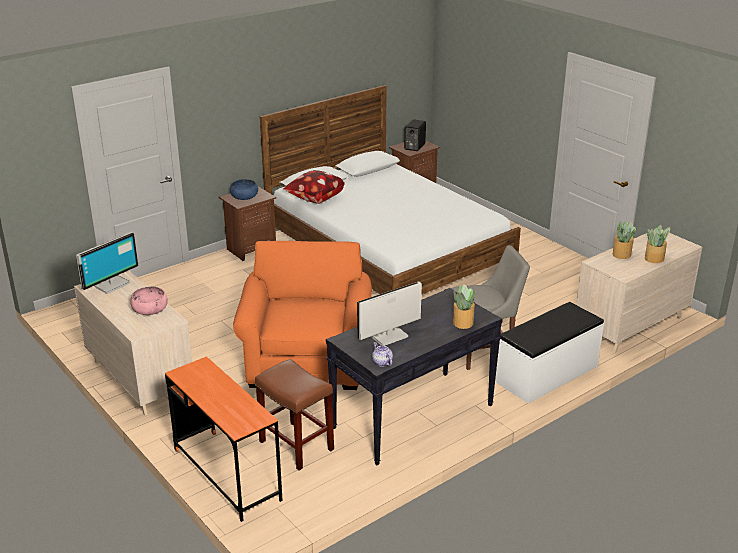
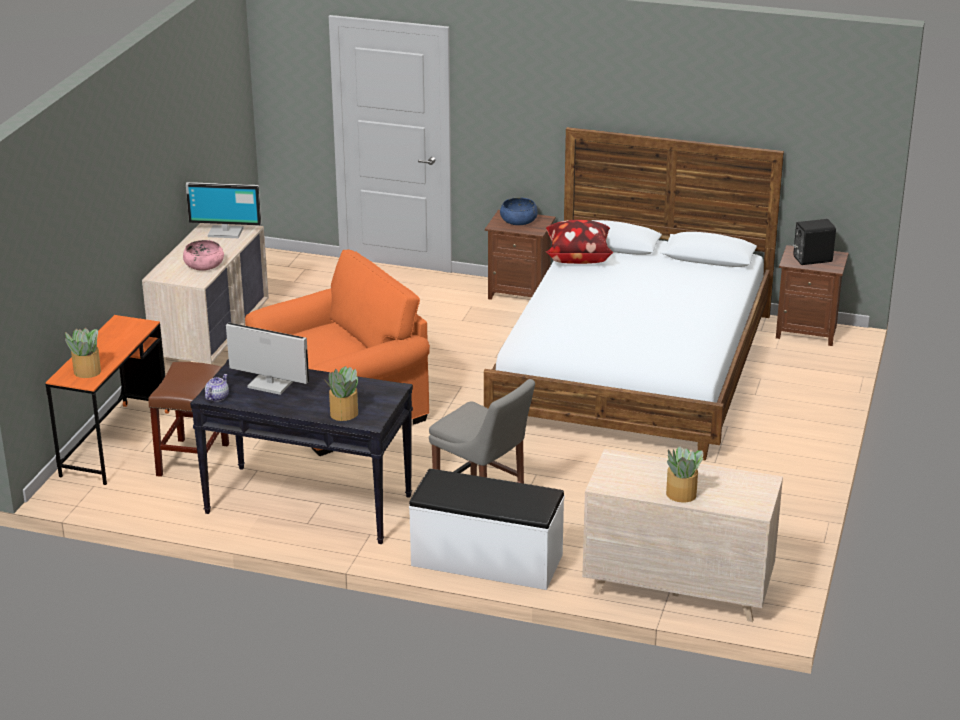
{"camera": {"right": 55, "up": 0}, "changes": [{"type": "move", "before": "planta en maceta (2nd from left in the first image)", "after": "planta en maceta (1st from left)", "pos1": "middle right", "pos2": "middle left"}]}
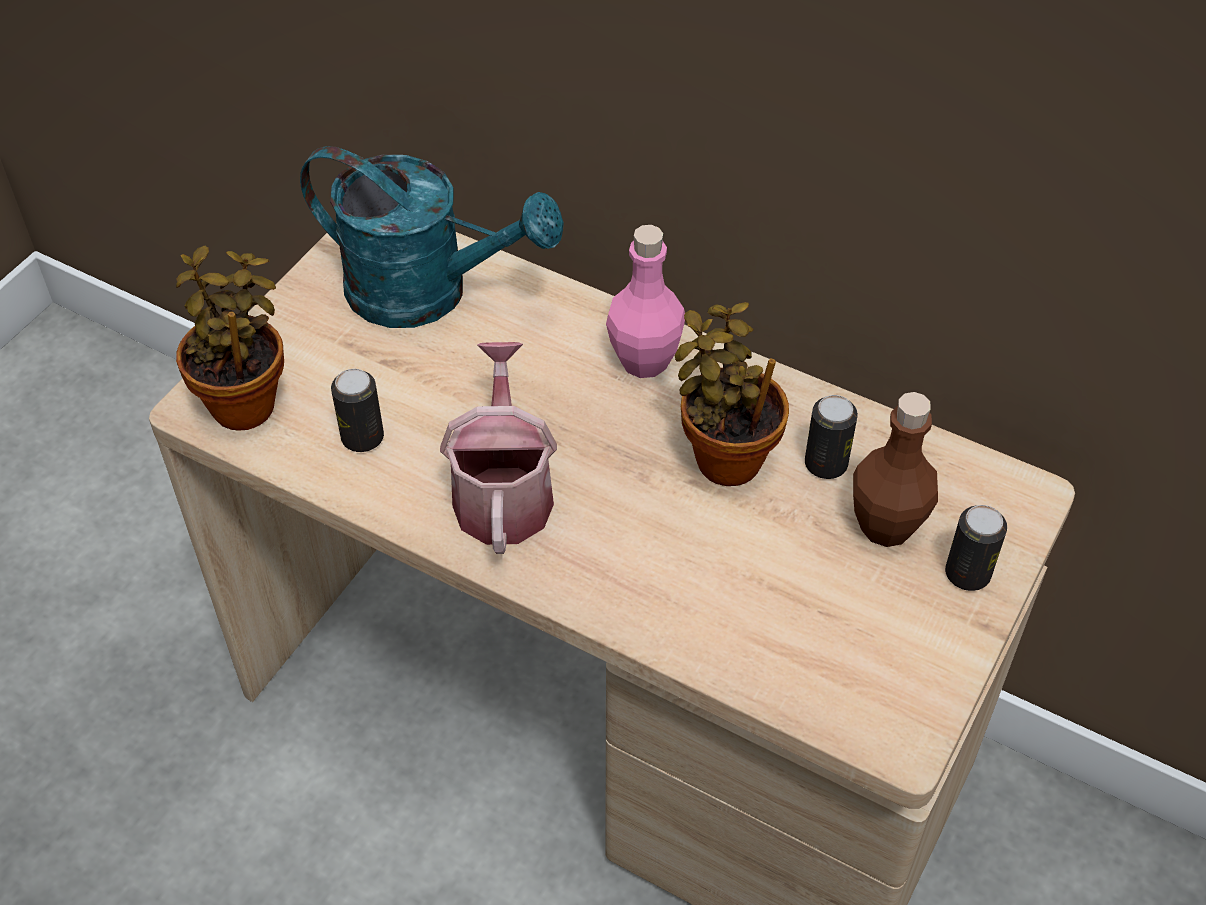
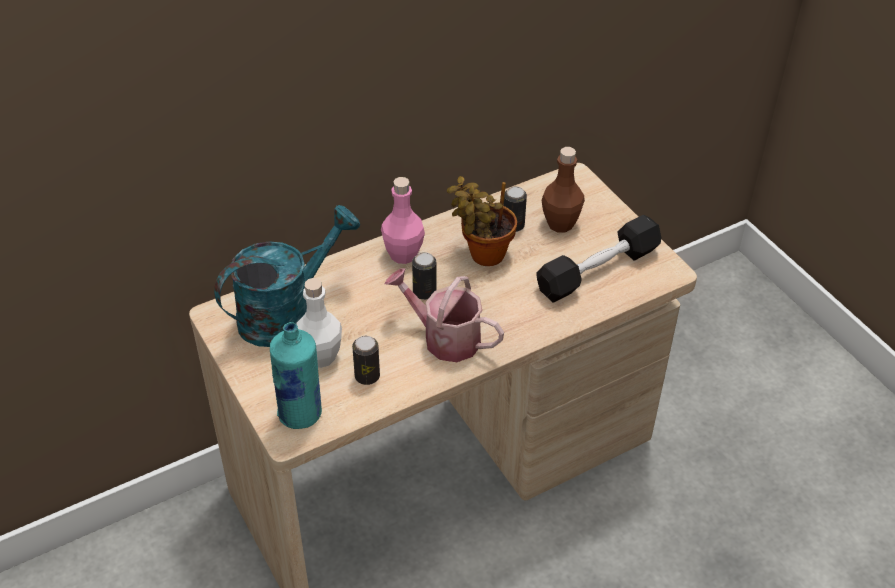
{"camera": {"right": -60, "up": -5}, "changes": [{"type": "insert", "after": "botella (blanco)", "pos2": "centre"}, {"type": "insert", "after": "mancuerna (negro)", "pos2": "middle right"}, {"type": "move", "before": "lata (3rd from left in the first image)", "after": "lata (2nd from left)", "pos1": "middle right", "pos2": "centre"}, {"type": "replace", "before": "planta en maceta (1st from left)", "after": "botella (turquesa)", "pos1": "middle left", "pos2": "middle left"}]}
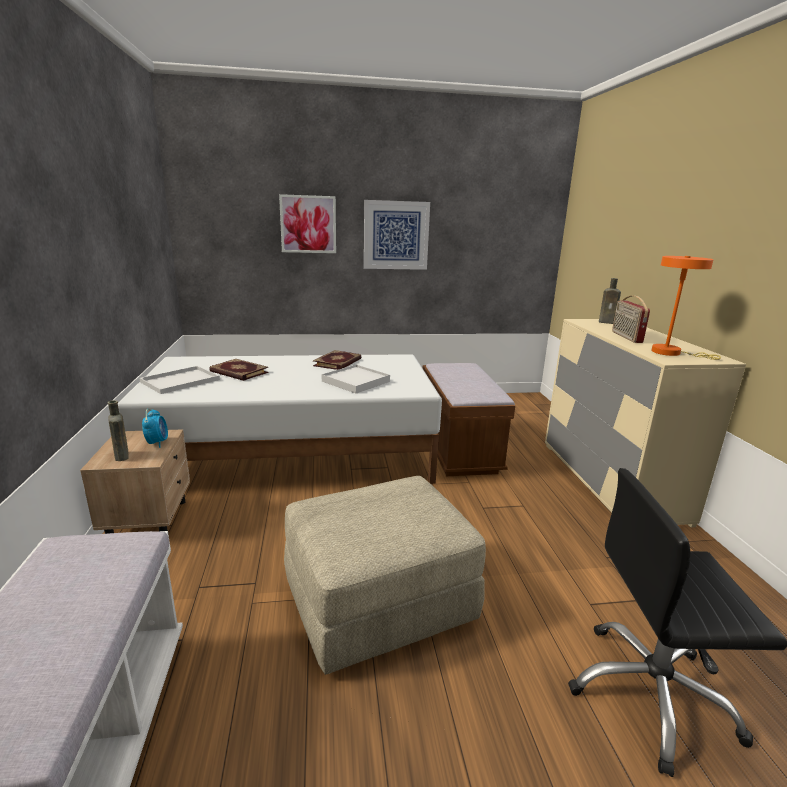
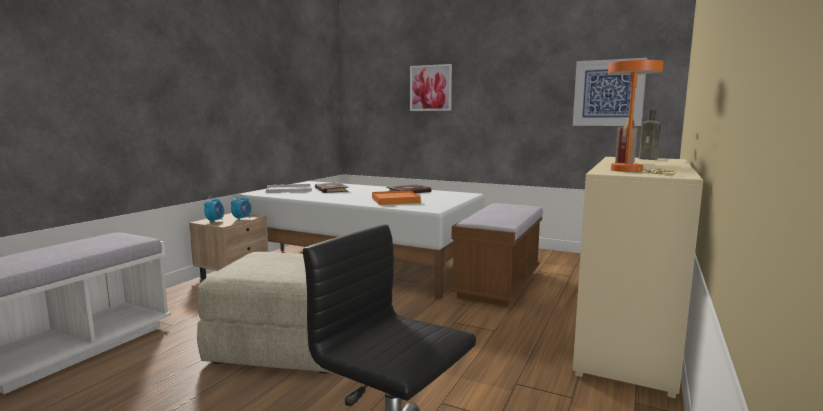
{"camera": {"right": 35, "up": -10}, "changes": [{"type": "move", "before": "cuadro (2nd from left)", "pos1": "top centre", "pos2": "top right"}, {"type": "replace", "before": "botella (marrón) (1st from left)", "after": "despertador (1st from left)", "pos1": "middle left", "pos2": "middle left"}, {"type": "recolor", "before": "bandeja (blanco) (2nd from left)", "after": "bandeja (naranja)", "pos1": "centre", "pos2": "centre"}]}
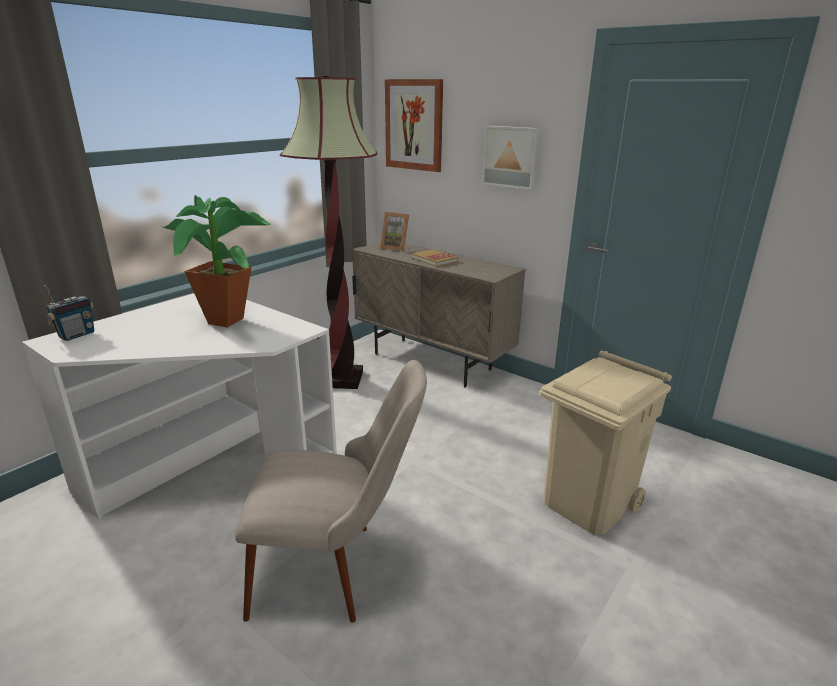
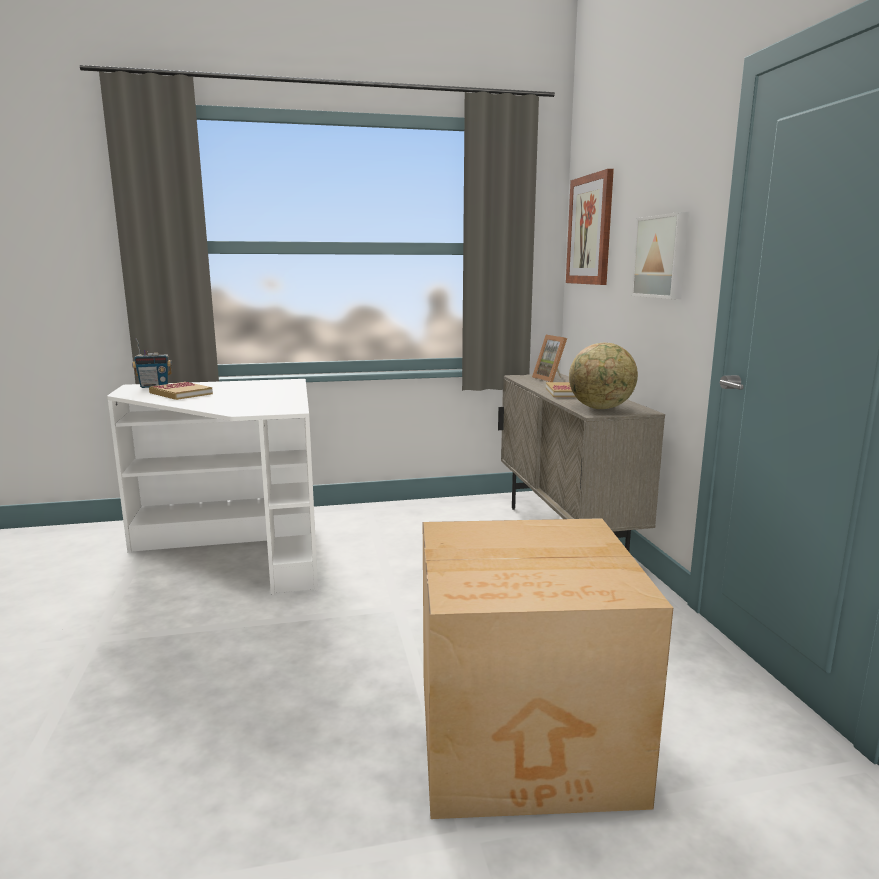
{"camera": {"right": 40, "up": -10}, "changes": [{"type": "delete", "before": "planta en maceta", "pos1": "middle left"}, {"type": "delete", "before": "silla (beis)", "pos1": "bottom centre"}, {"type": "delete", "before": "lámpara de pie", "pos1": "centre"}, {"type": "insert", "after": "libro (1st from left)", "pos2": "middle left"}, {"type": "insert", "after": "globo terráqueo", "pos2": "middle right"}, {"type": "replace", "before": "papelera (beis)", "after": "caja de cartón", "pos1": "middle right", "pos2": "bottom centre"}]}
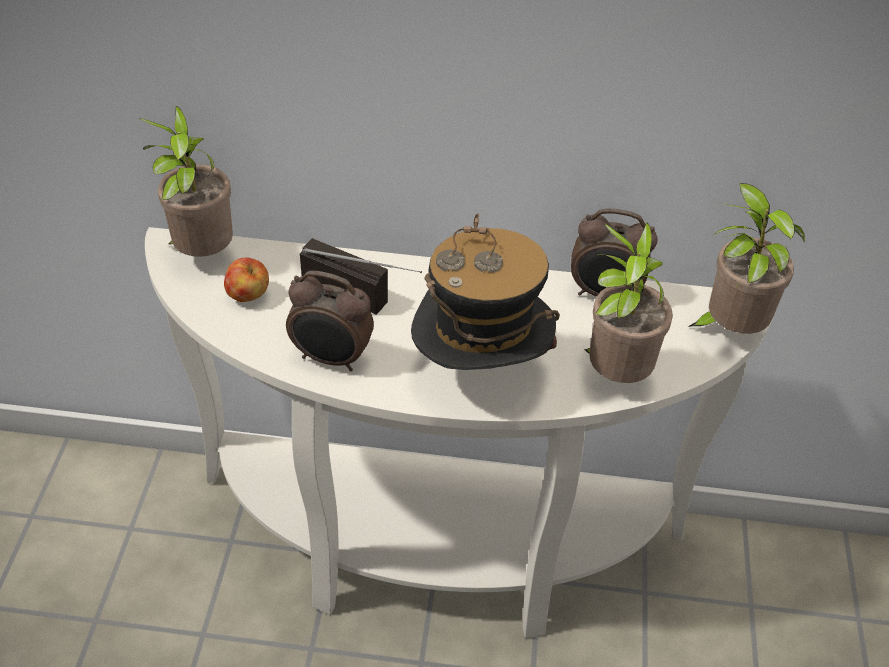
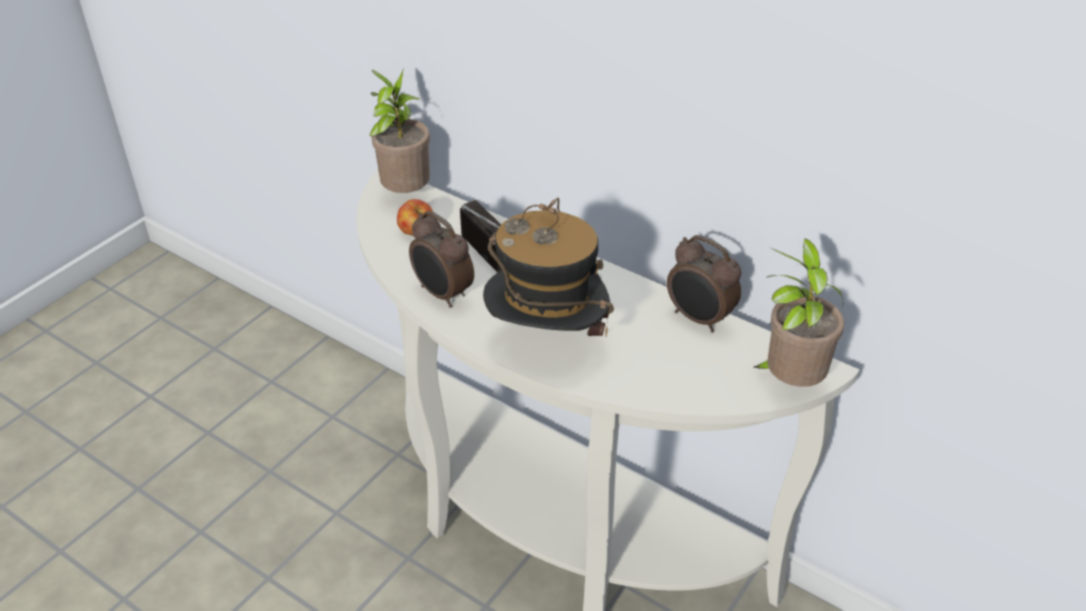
{"camera": {"right": 30, "up": -5}, "changes": [{"type": "delete", "before": "planta en maceta (2nd from left)", "pos1": "middle right"}]}
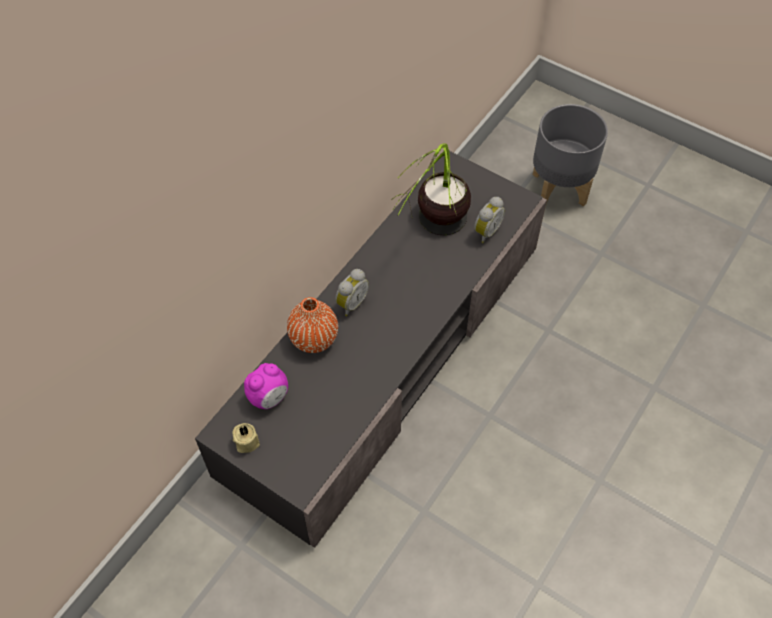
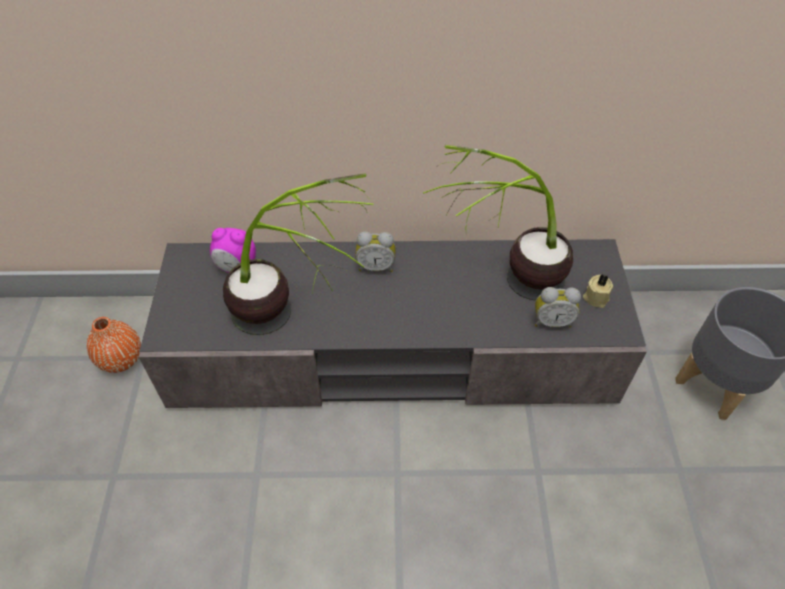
{"camera": {"right": 55, "up": -5}, "changes": [{"type": "insert", "after": "planta en maceta (1st from left)", "pos2": "centre"}, {"type": "move", "before": "vela (beis)", "pos1": "bottom left", "pos2": "middle right"}, {"type": "move", "before": "florero (naranja)", "pos1": "centre", "pos2": "middle left"}]}
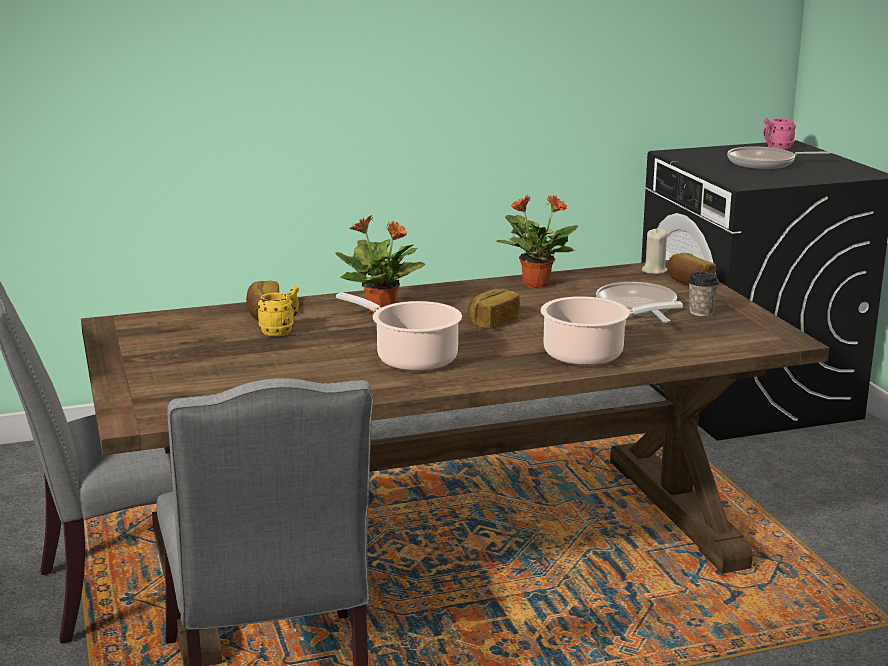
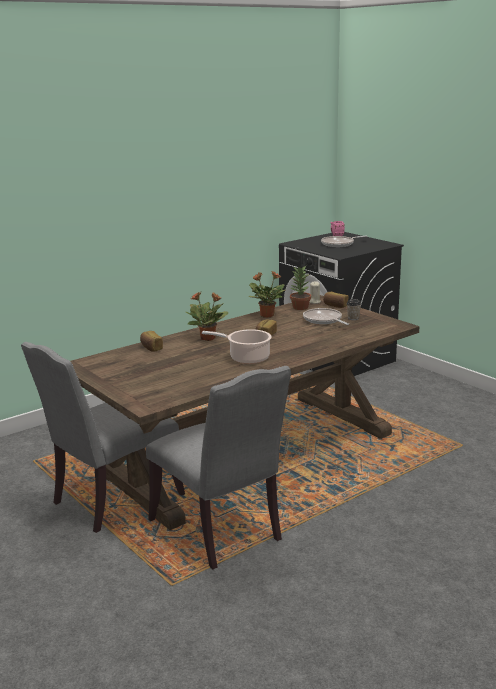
{"camera": {"right": -20, "up": 0}, "changes": [{"type": "delete", "before": "taza grande (amarillo)", "pos1": "middle left"}, {"type": "delete", "before": "olla (2nd from left)", "pos1": "middle right"}, {"type": "insert", "after": "planta en maceta (3rd from left)", "pos2": "centre"}]}
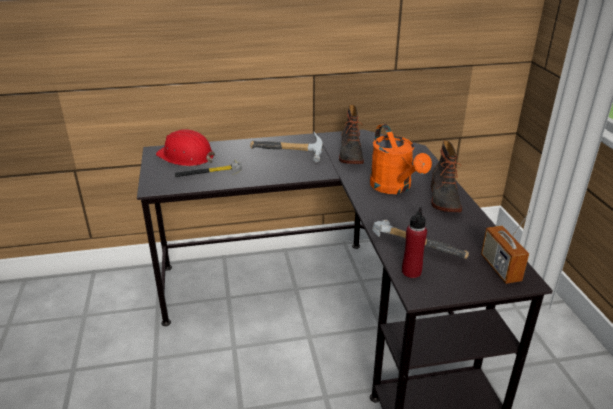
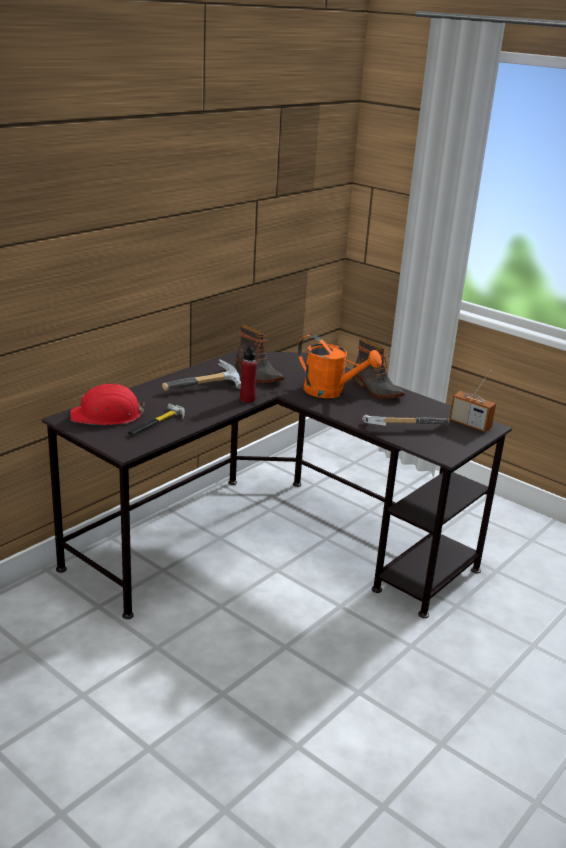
{"camera": {"right": -40, "up": -5}, "changes": [{"type": "move", "before": "botella (rojo)", "pos1": "middle right", "pos2": "centre"}]}
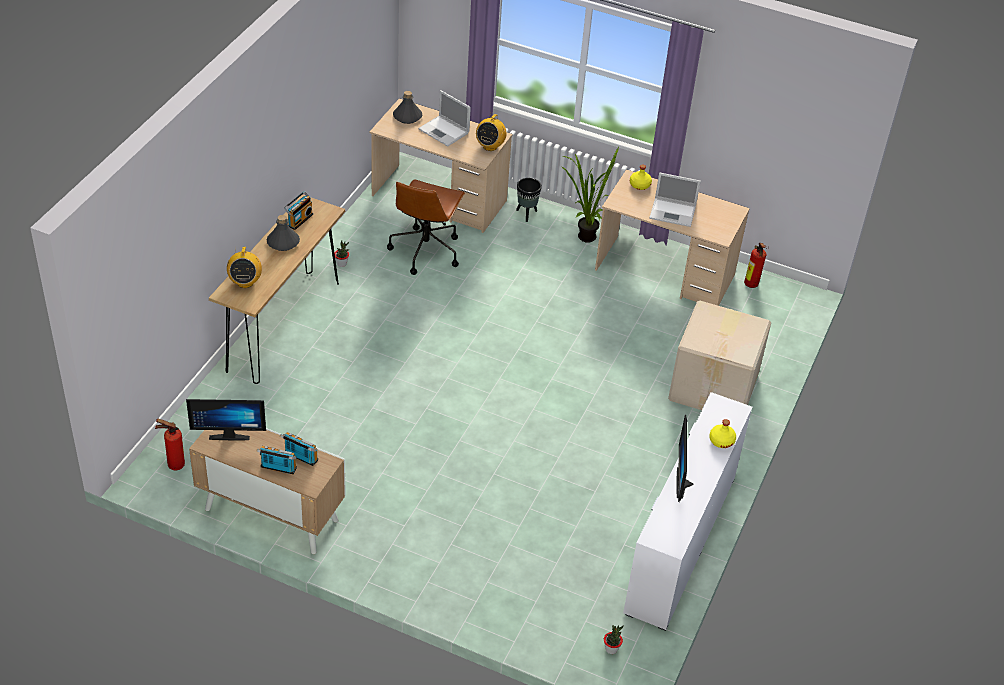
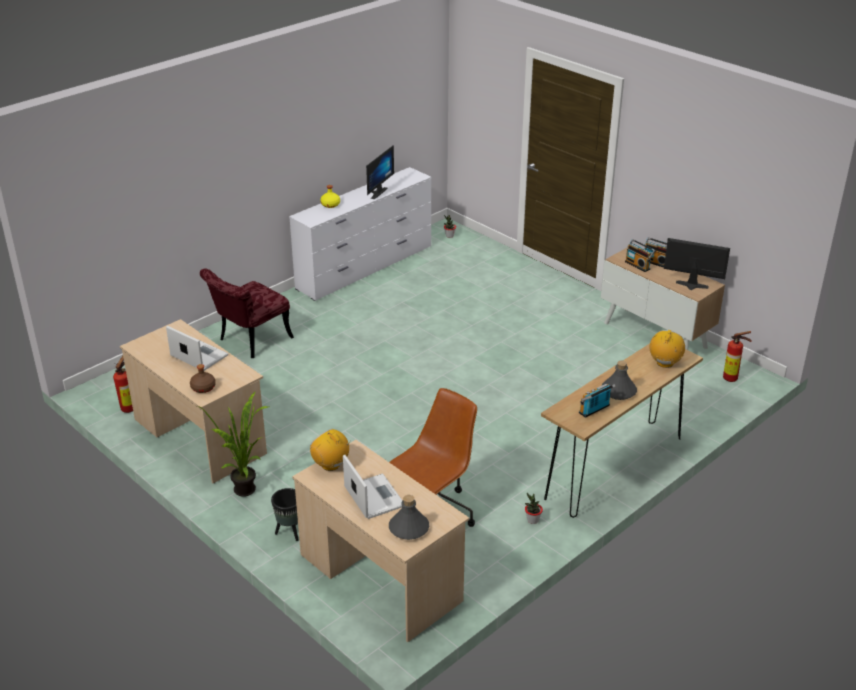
{"camera": {"right": -155, "up": -10}, "changes": [{"type": "replace", "before": "caja de cartón", "after": "silla (rojo)", "pos1": "middle right", "pos2": "middle left"}, {"type": "recolor", "before": "botella (amarillo) (1st from left)", "after": "botella (marrón)", "pos1": "top centre", "pos2": "middle left"}, {"type": "rotate", "before": "radio (5th from left in the first image)", "pos1": "top centre", "pos2": "centre", "turn": -90}]}
